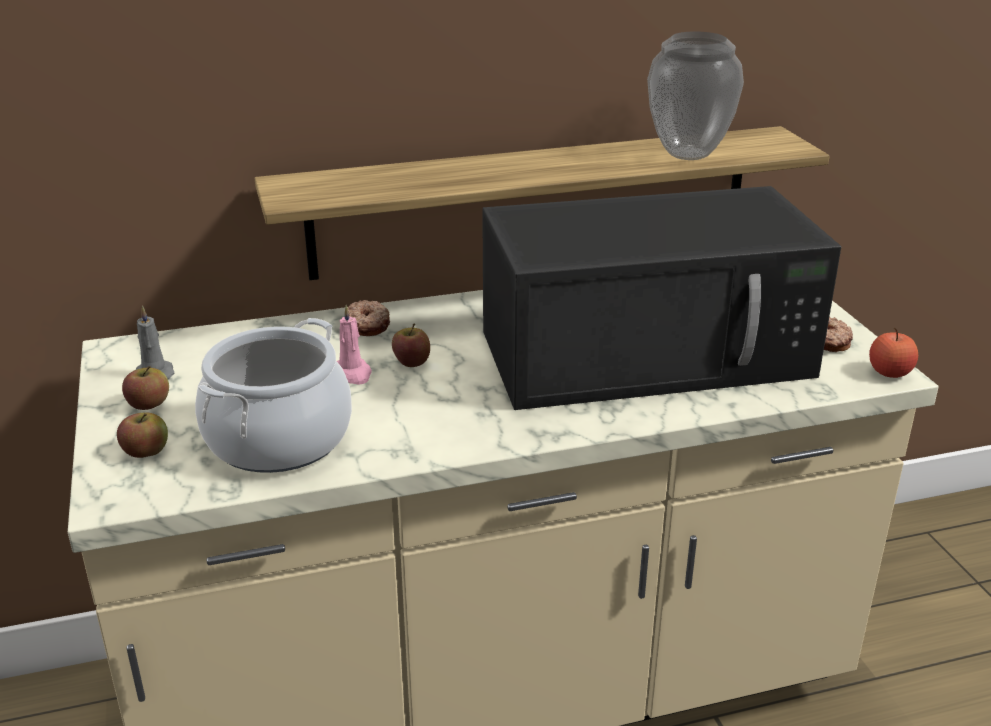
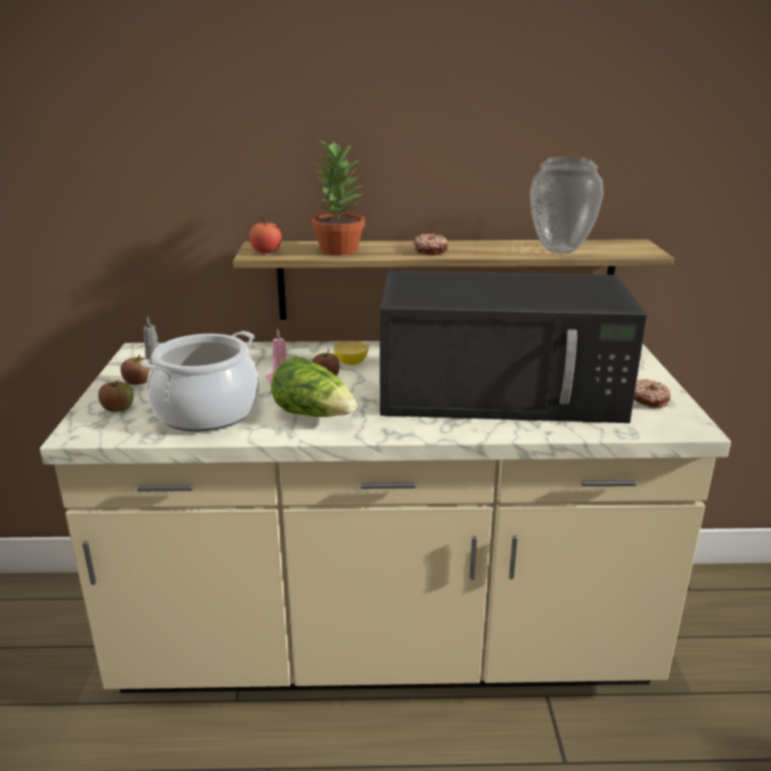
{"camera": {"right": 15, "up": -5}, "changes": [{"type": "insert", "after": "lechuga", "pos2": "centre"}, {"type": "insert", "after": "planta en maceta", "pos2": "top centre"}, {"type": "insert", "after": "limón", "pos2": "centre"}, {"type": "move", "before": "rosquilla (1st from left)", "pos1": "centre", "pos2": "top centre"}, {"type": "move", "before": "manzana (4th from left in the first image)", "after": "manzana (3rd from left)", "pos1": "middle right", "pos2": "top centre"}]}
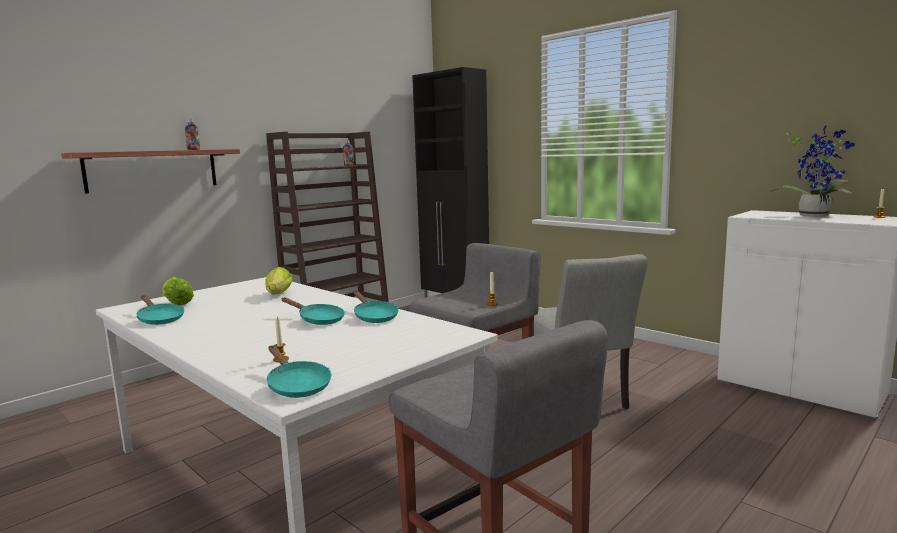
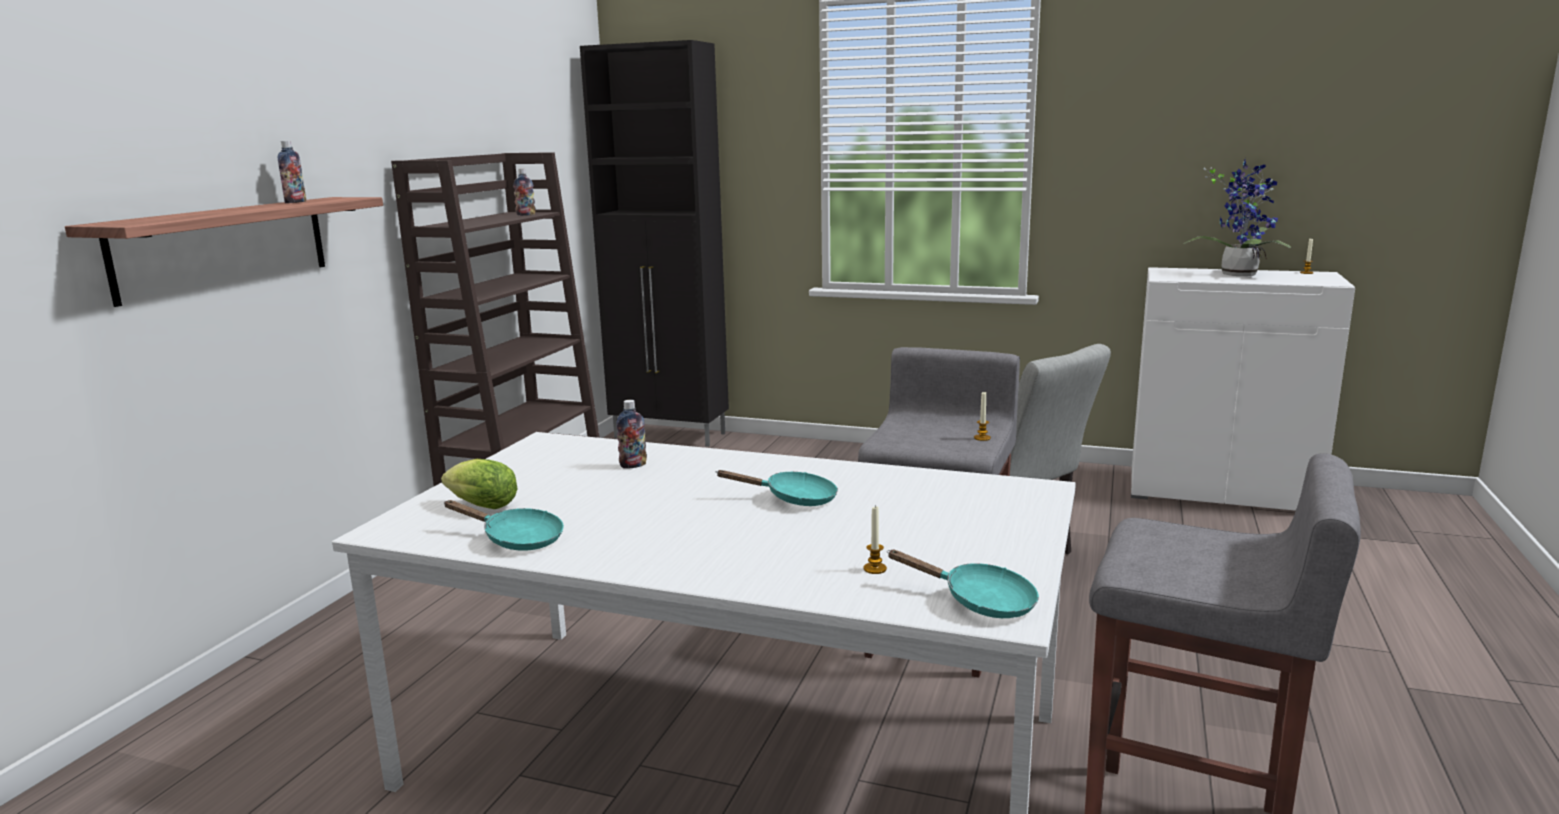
{"camera": {"right": -25, "up": 5}, "changes": [{"type": "delete", "before": "sartén (turquesa) (4th from left)", "pos1": "centre"}, {"type": "replace", "before": "lechuga (2nd from left)", "after": "botella (3rd from left)", "pos1": "middle left", "pos2": "centre"}]}
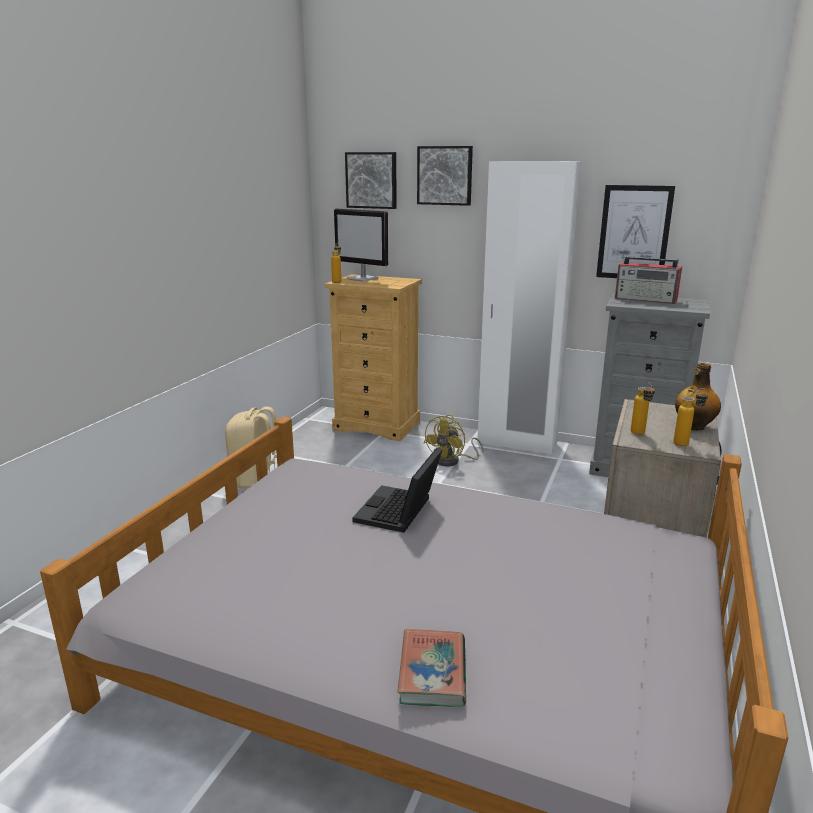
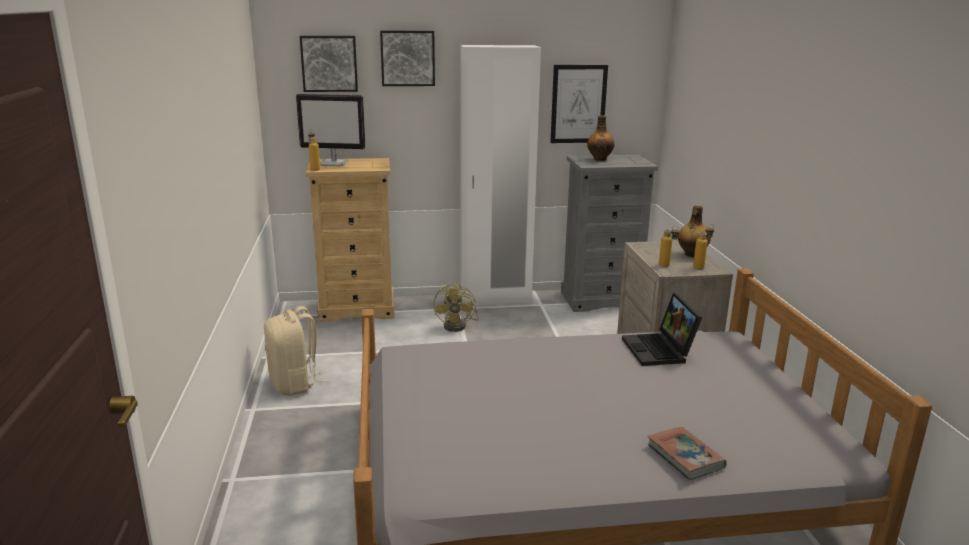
{"camera": {"right": -30, "up": 0}, "changes": [{"type": "move", "before": "portátil", "pos1": "centre", "pos2": "middle right"}, {"type": "replace", "before": "radio", "after": "botella (2nd from left)", "pos1": "middle right", "pos2": "top centre"}]}
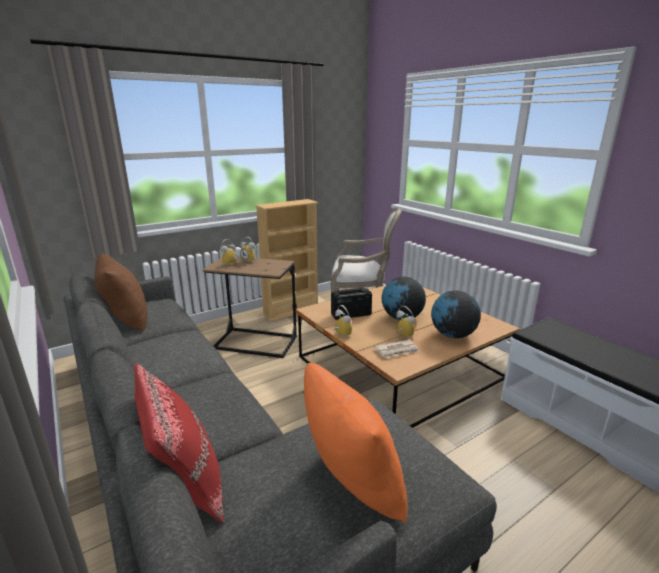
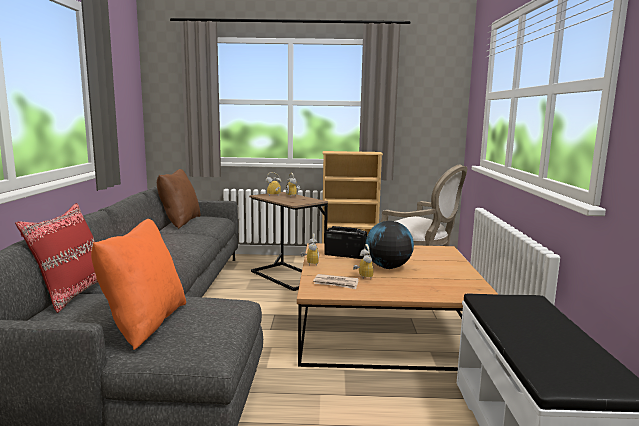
{"camera": {"right": 35, "up": -10}, "changes": [{"type": "delete", "before": "globo terráqueo (2nd from left)", "pos1": "middle right"}]}
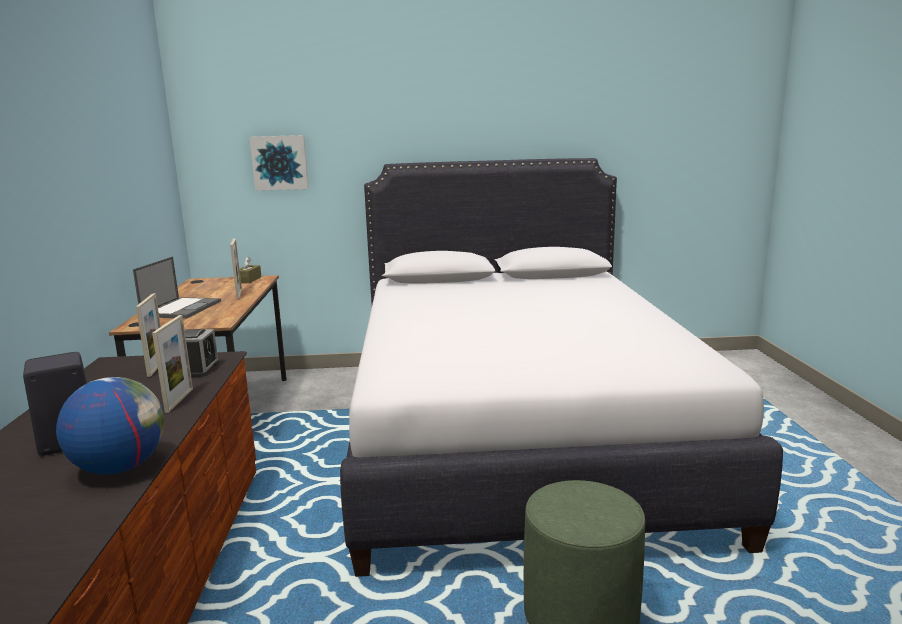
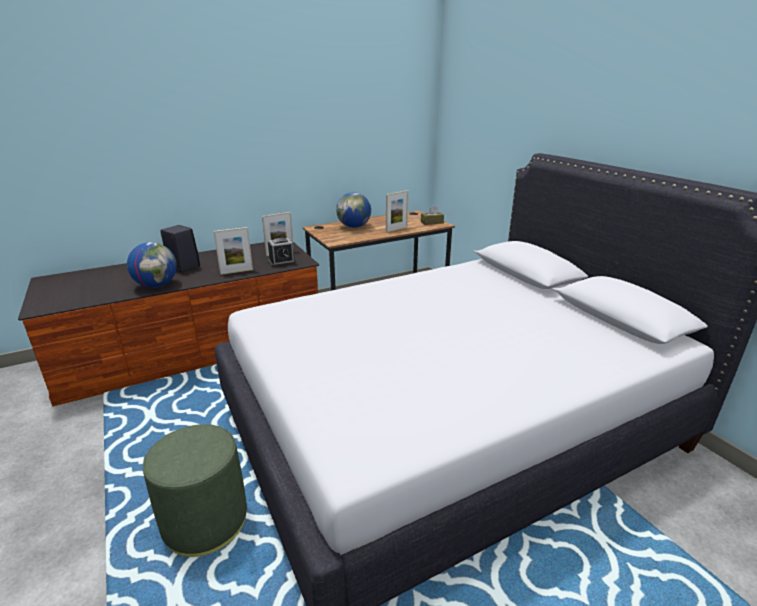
{"camera": {"right": 65, "up": 10}, "changes": [{"type": "delete", "before": "cuadro", "pos1": "top left"}, {"type": "replace", "before": "portátil", "after": "globo terráqueo (2nd from left)", "pos1": "middle left", "pos2": "centre"}]}
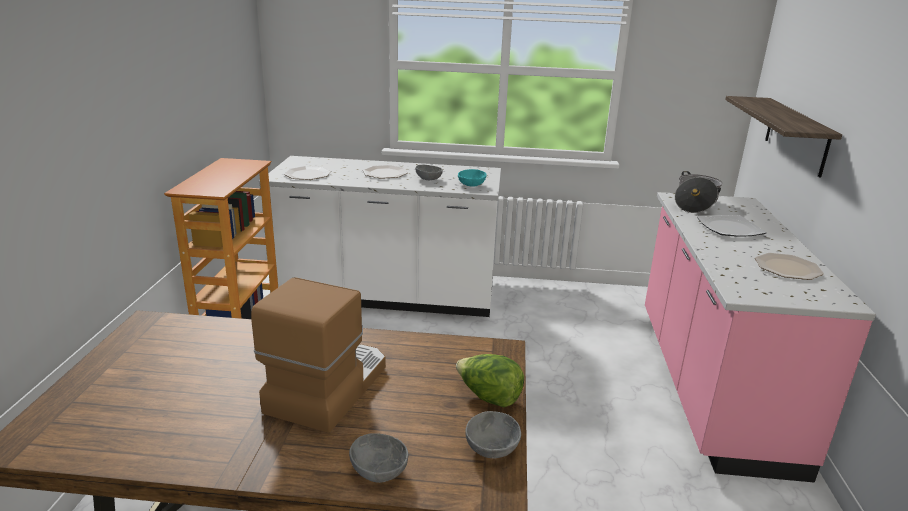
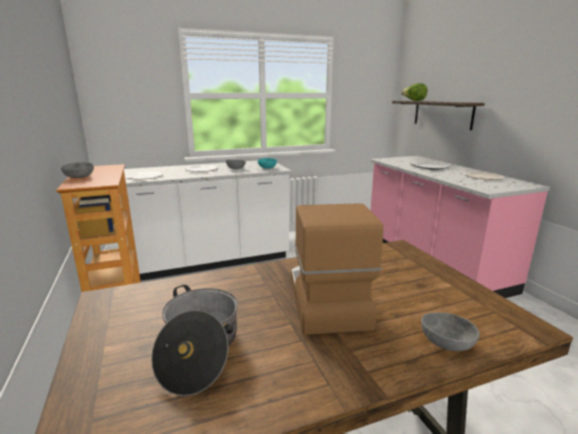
{"camera": {"right": -25, "up": -5}, "changes": [{"type": "move", "before": "lechuga", "pos1": "bottom centre", "pos2": "top right"}, {"type": "move", "before": "cuenco (gris) (3rd from left in the first image)", "after": "cuenco (gris) (1st from left)", "pos1": "bottom centre", "pos2": "middle left"}, {"type": "move", "before": "olla", "pos1": "middle right", "pos2": "bottom centre"}]}
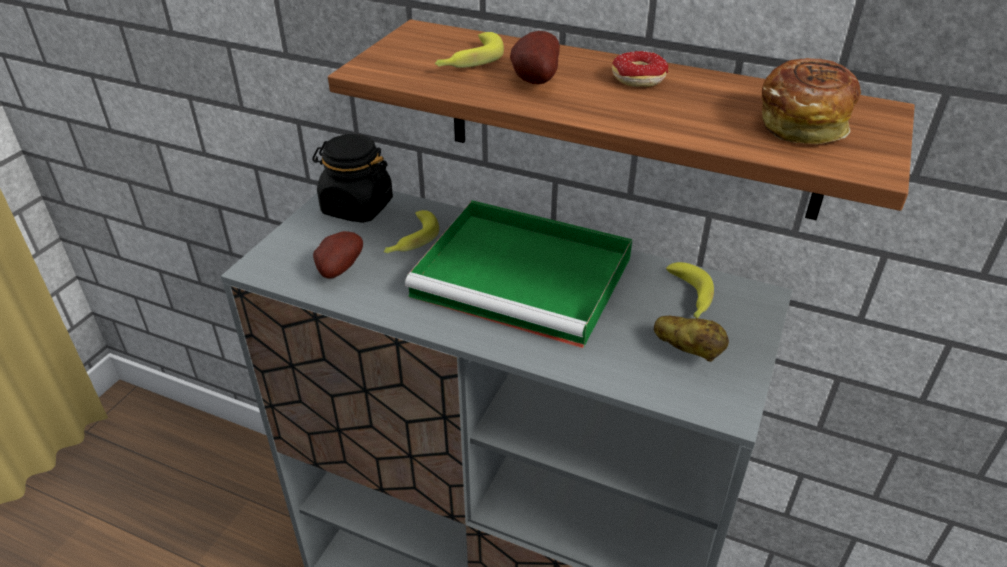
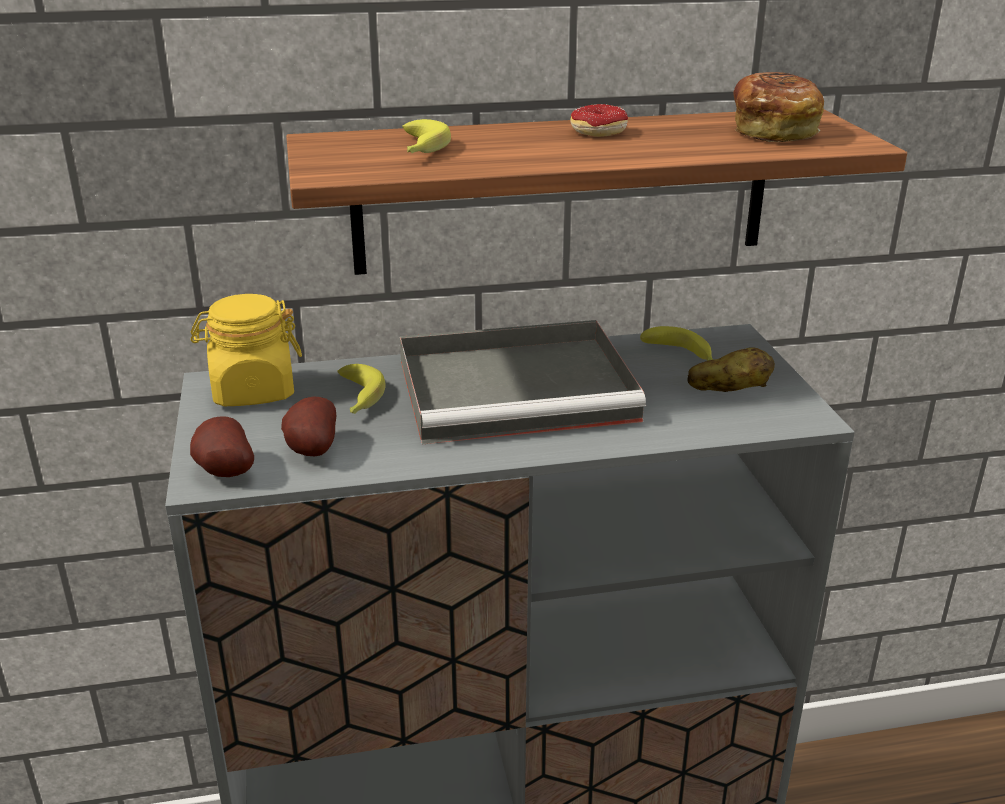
{"camera": {"right": -35, "up": -10}, "changes": [{"type": "move", "before": "patata (2nd from left in the first image)", "after": "patata (1st from left)", "pos1": "top centre", "pos2": "middle left"}, {"type": "recolor", "before": "tarro (negro)", "after": "tarro (amarillo)", "pos1": "top centre", "pos2": "middle left"}, {"type": "recolor", "before": "bandeja (verde)", "after": "bandeja (gris)", "pos1": "centre", "pos2": "centre"}]}
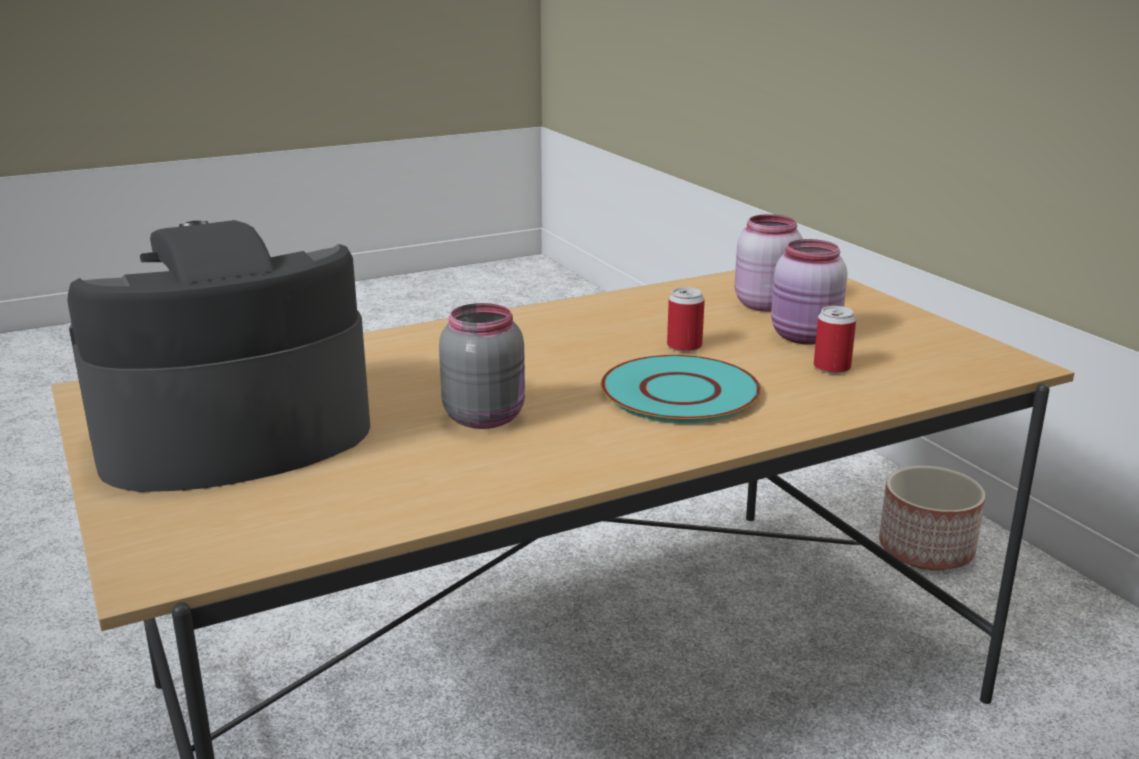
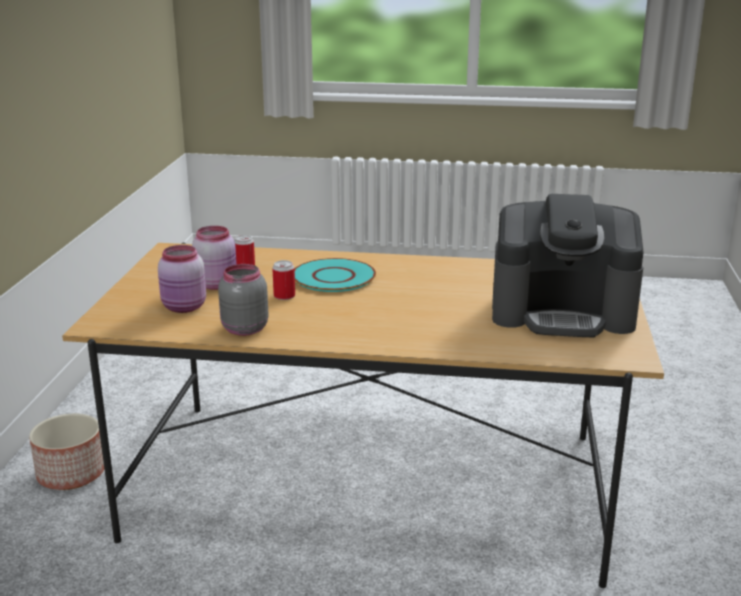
{"camera": {"right": -145, "up": 0}, "changes": [{"type": "move", "before": "tarro (gris)", "pos1": "centre", "pos2": "middle left"}]}
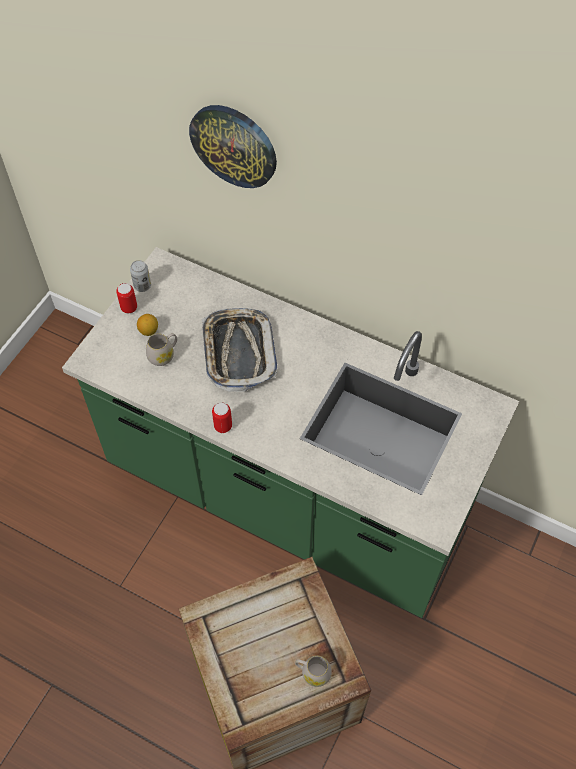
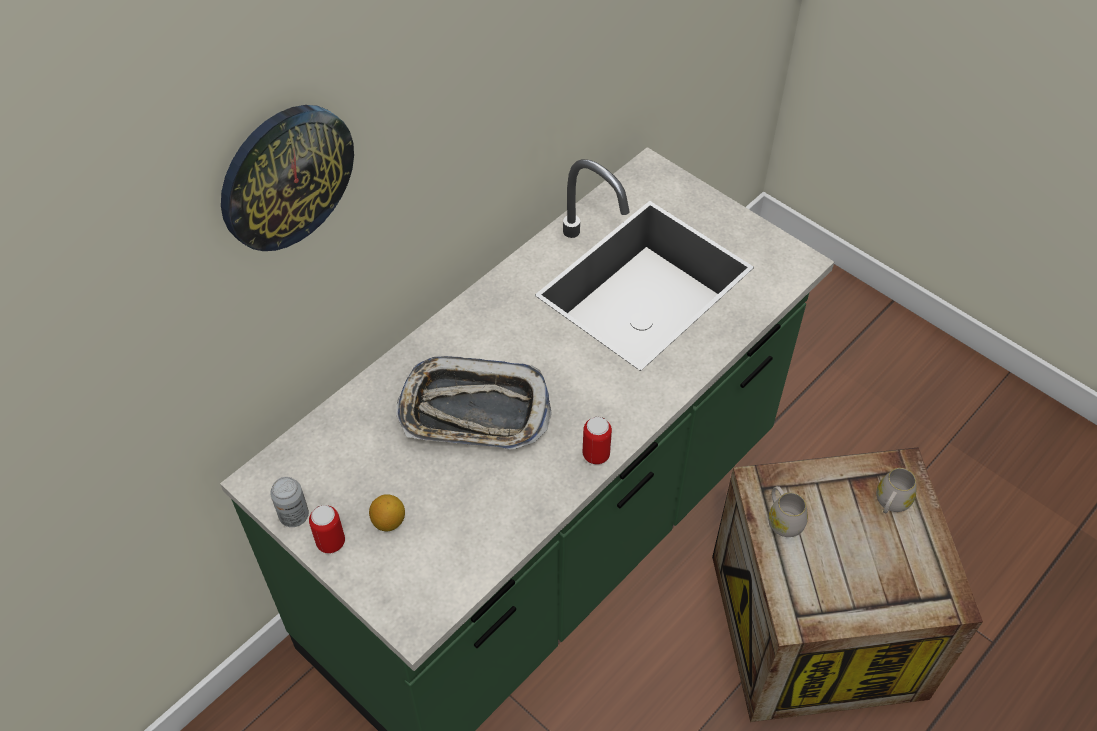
{"camera": {"right": -75, "up": -5}, "changes": [{"type": "move", "before": "taza grande (blanco) (1st from left)", "pos1": "middle left", "pos2": "bottom right"}]}
